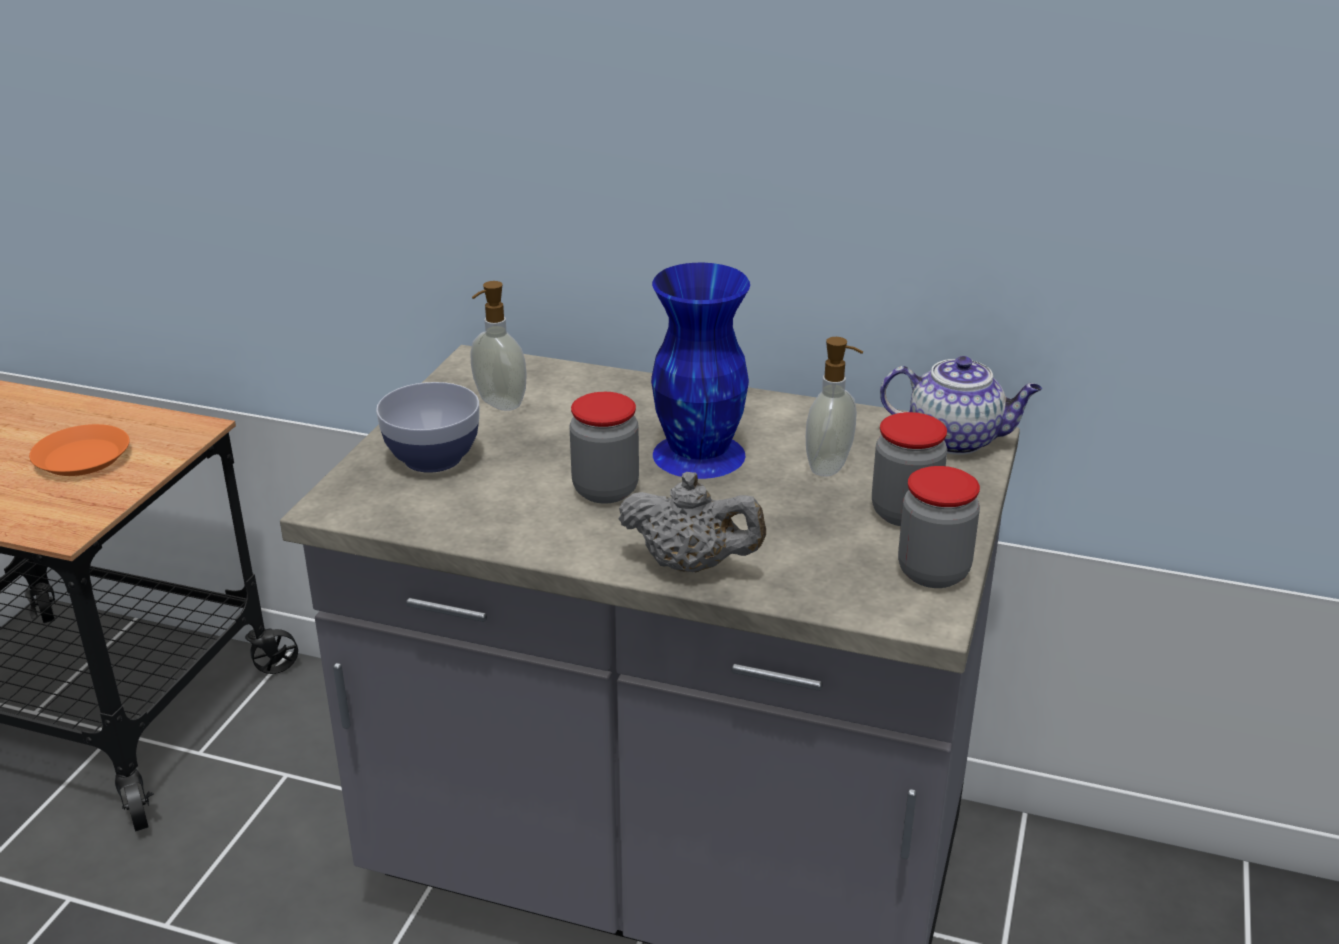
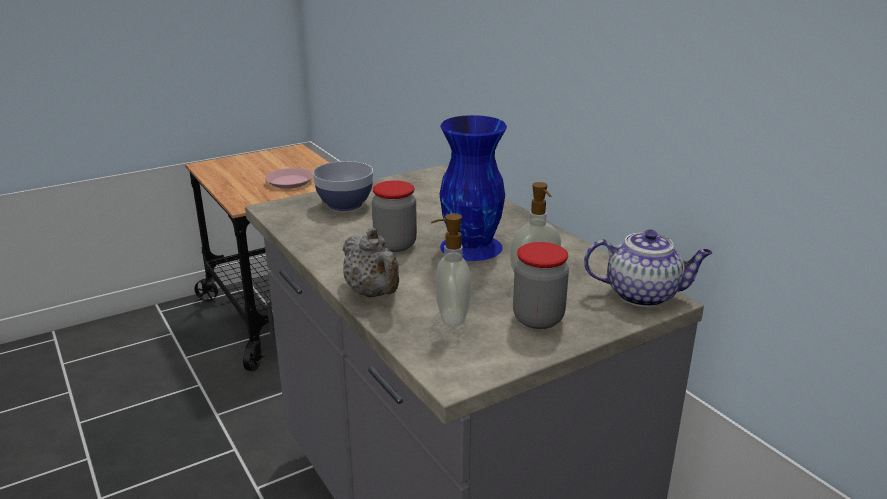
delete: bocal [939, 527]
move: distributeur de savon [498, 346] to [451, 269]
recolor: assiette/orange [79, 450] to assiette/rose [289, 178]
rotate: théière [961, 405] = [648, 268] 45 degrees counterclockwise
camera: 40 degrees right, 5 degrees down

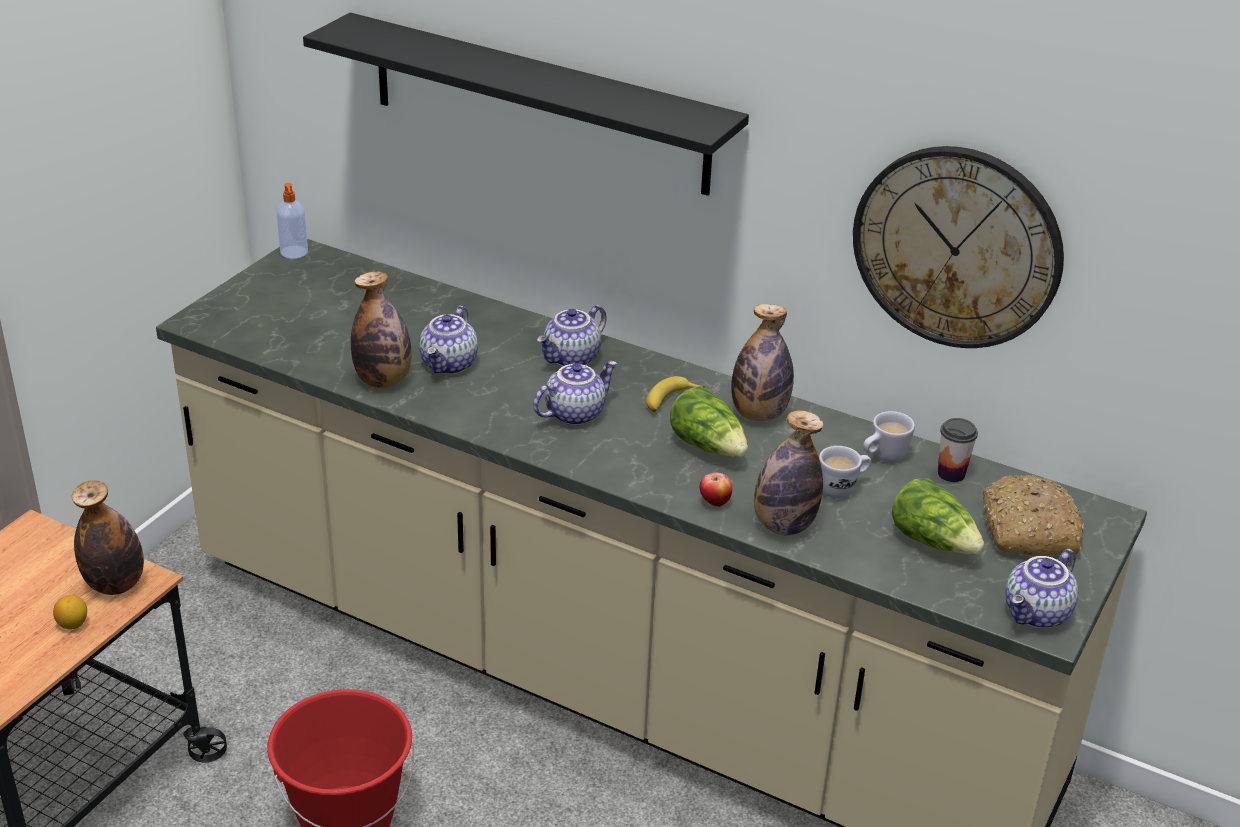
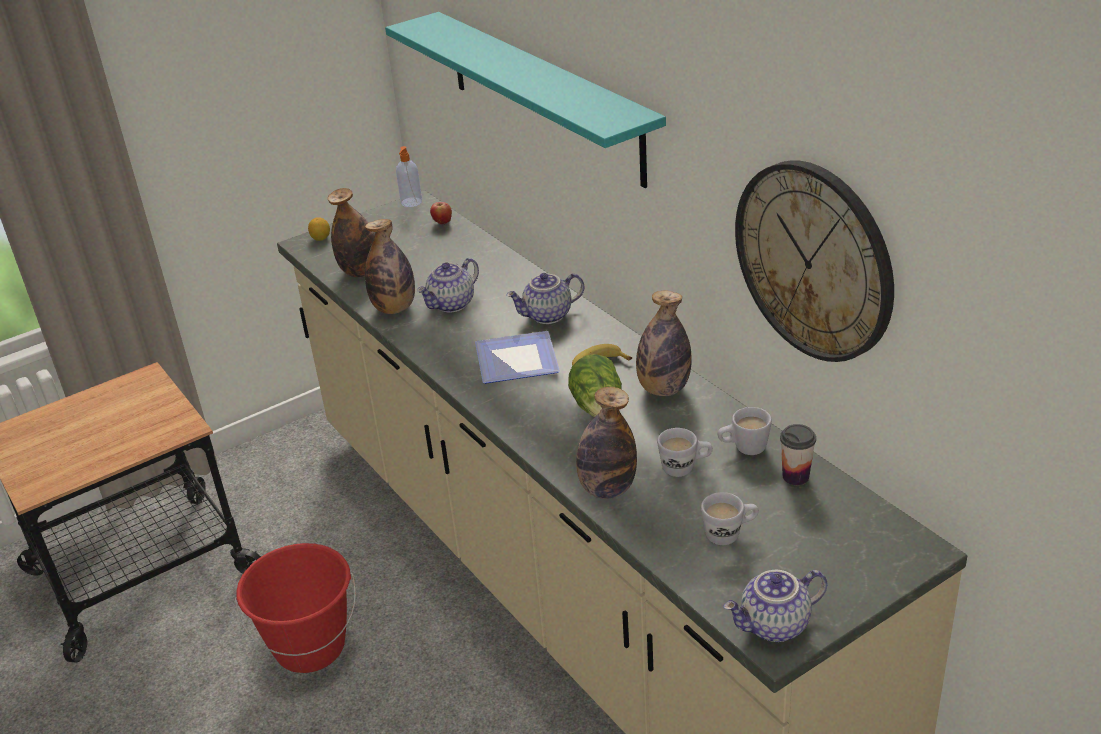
delete: pain [1033, 515]
move: pomme [716, 489] to [441, 213]; bouteille [108, 537] to [351, 232]; citron [70, 612] to [319, 229]
replace: théière [575, 393] to assiette [517, 357]; laitue [938, 516] to mug/blanc [730, 518]
recolor: étagère/noir [526, 104] to étagère/turquoise [525, 100]
camera: 30 degrees right, 0 degrees up

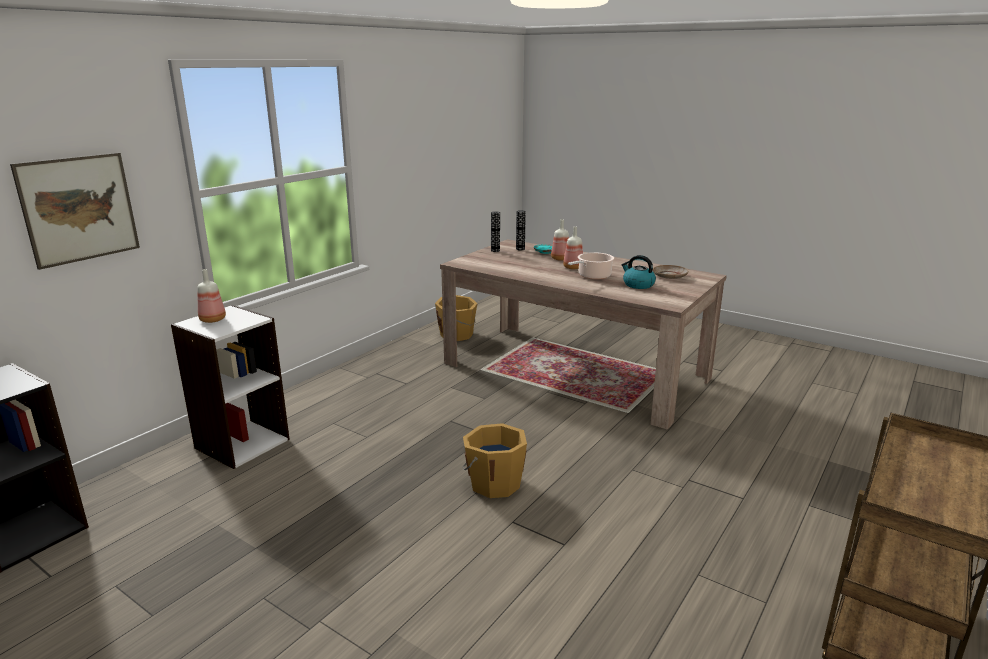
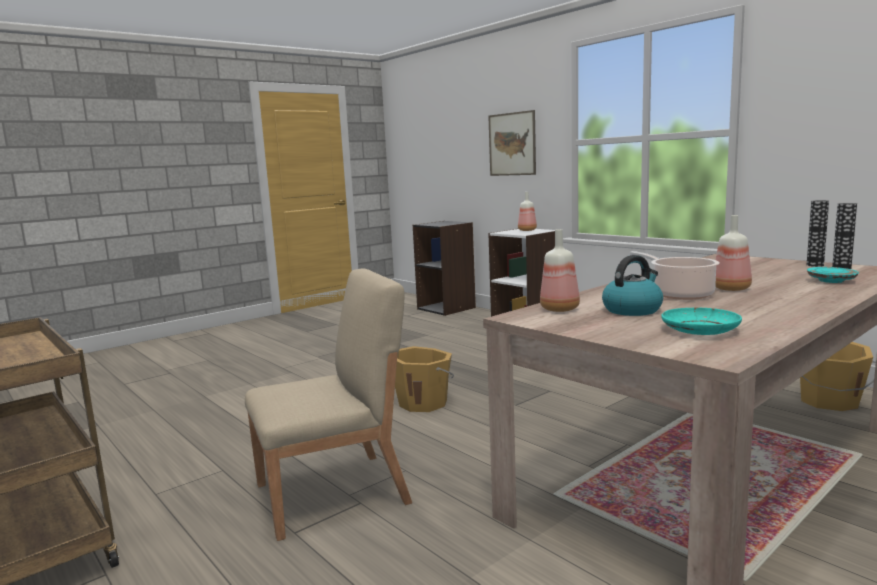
insert: chaise/beige [328, 404]
move: bouteille [560, 240] to [560, 270]
recolor: assiette/beige [670, 272] to assiette/turquoise [701, 321]
camera: 105 degrees right, 10 degrees down

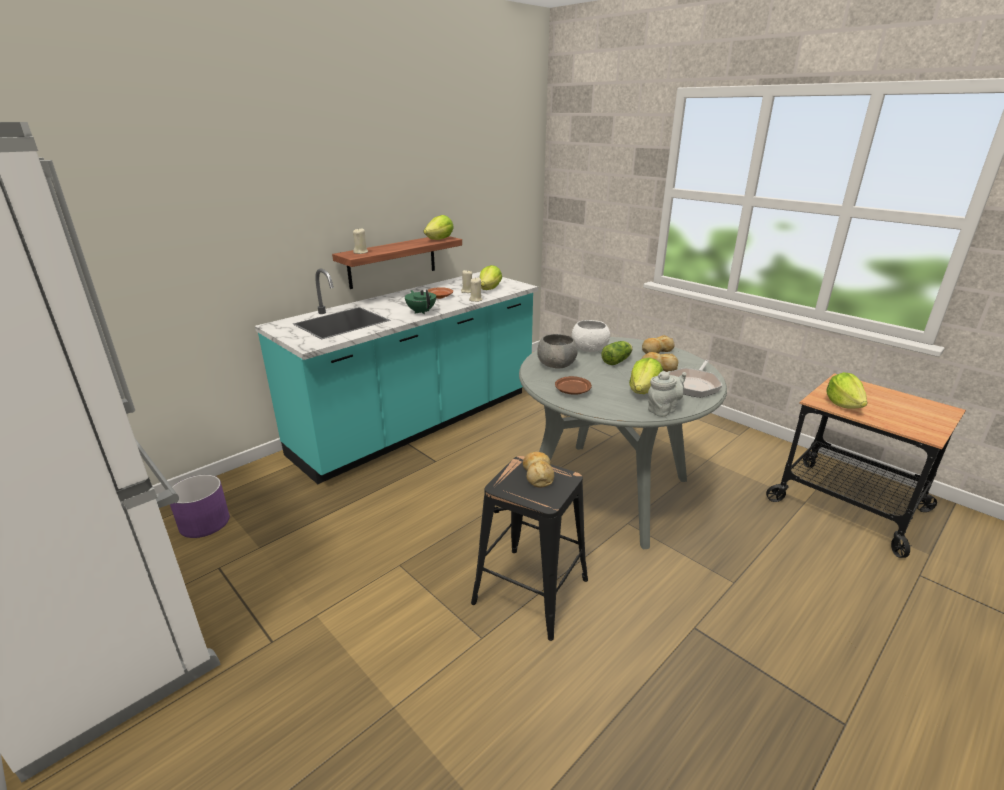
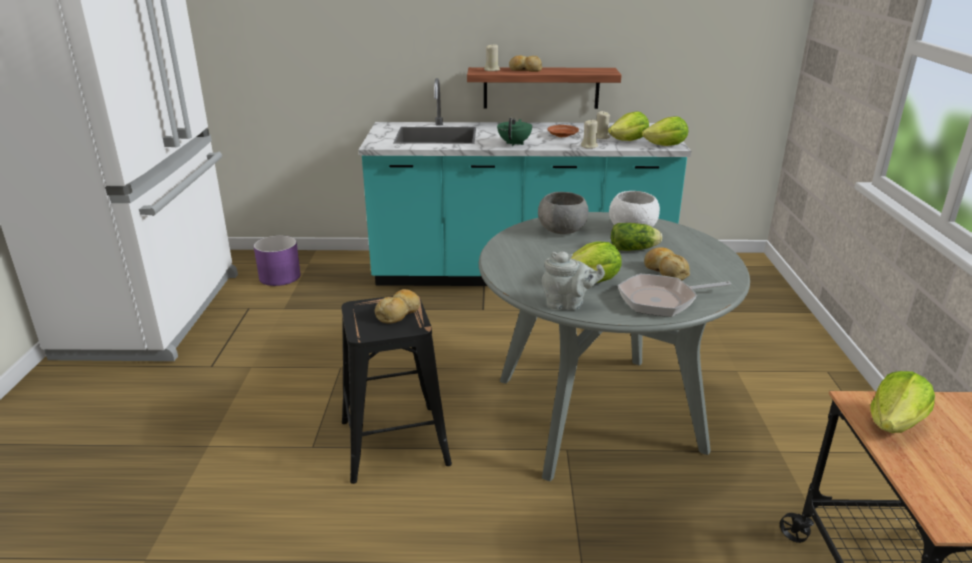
delete: assiette/marron [573, 385]
move: laitue [439, 227] to [665, 131]; pain [658, 344] to [525, 64]
camera: 45 degrees right, 0 degrees up

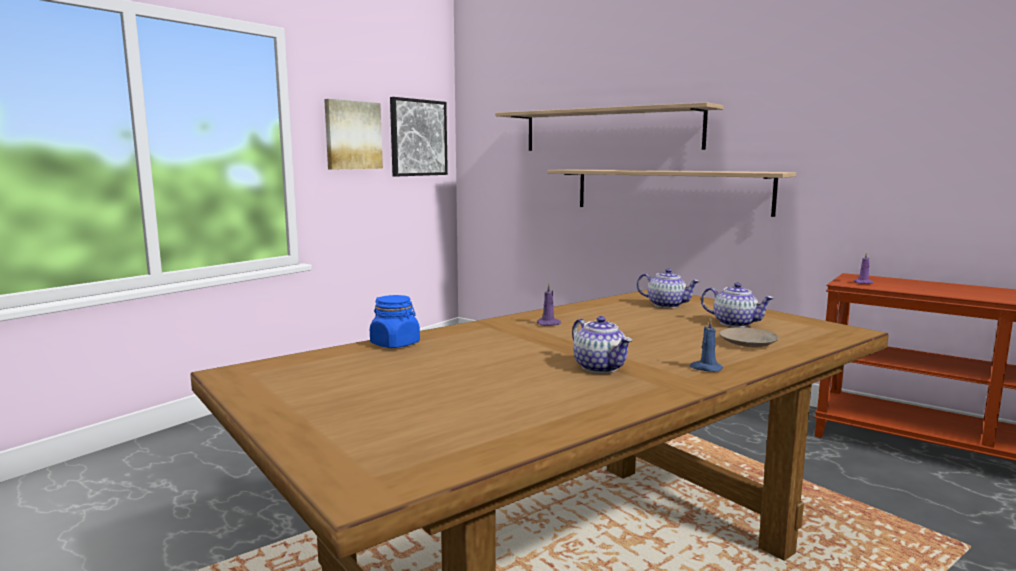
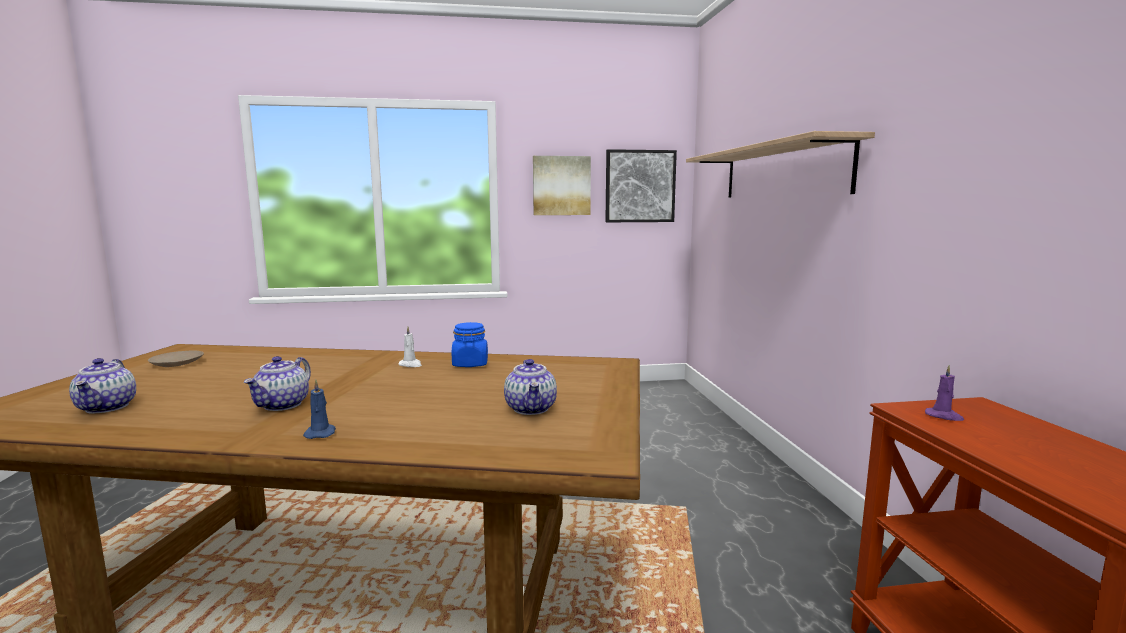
delete: étagère [672, 193]
move: théière [668, 288] to [102, 386]; bocal/bleu [395, 321] to [470, 344]; assiette/beige [749, 337] to [176, 359]
recolor: bougie/violet [548, 305] to bougie/blanc [410, 347]
camera: 45 degrees right, 0 degrees up

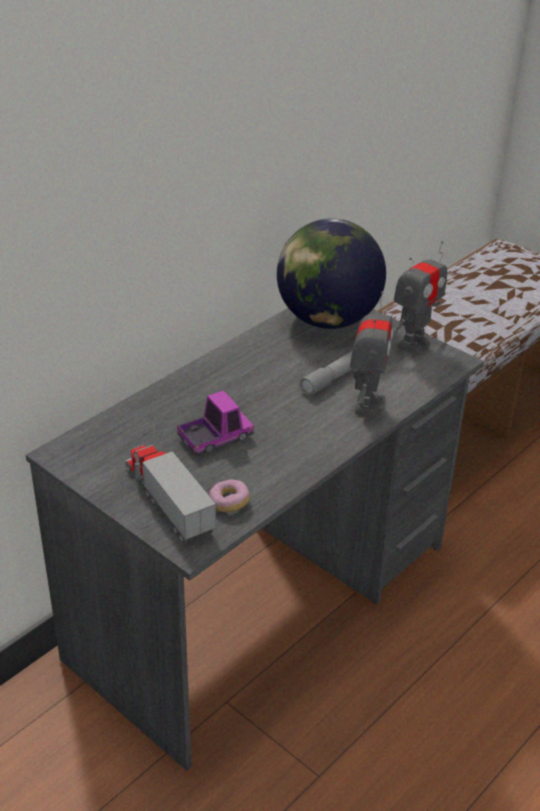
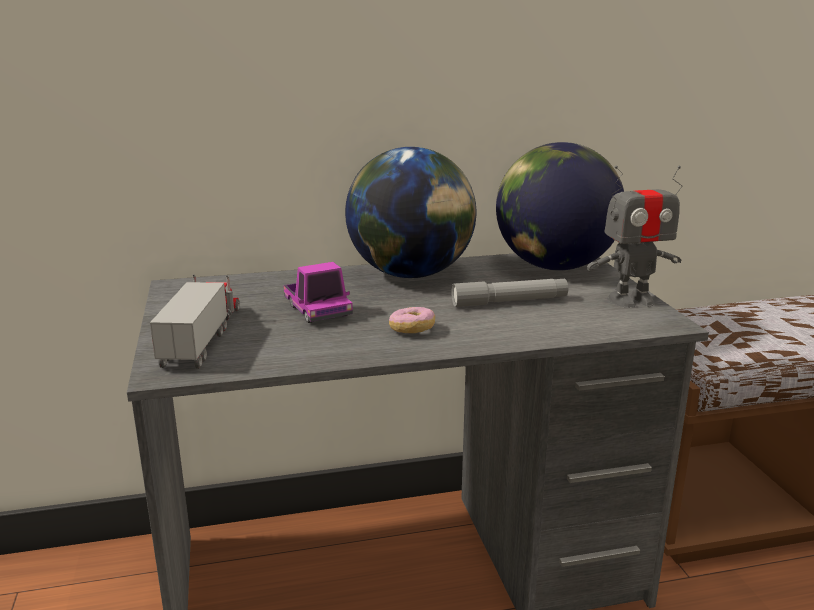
delete: robot jouet [372, 354]
insert: globe [410, 212]
move: beignet [229, 495] to [412, 320]
rotate: camion jouet [215, 422] = [318, 292] 60 degrees clockwise
camera: 35 degrees right, 15 degrees down

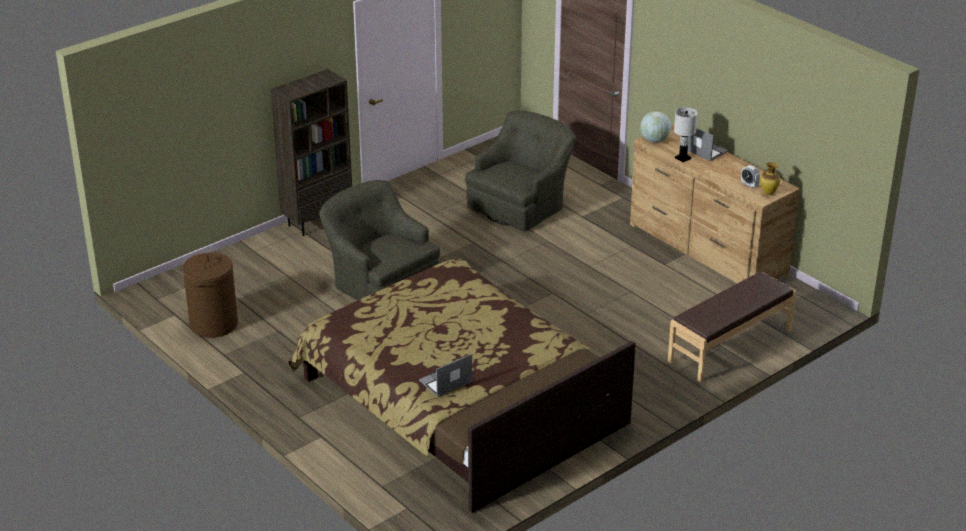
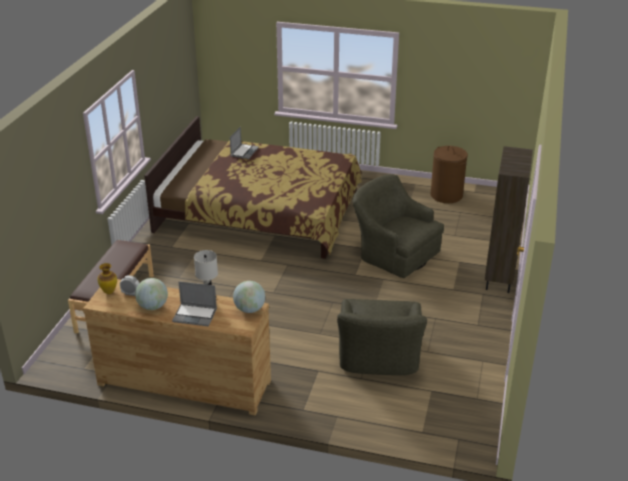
insert: globe [151, 294]
rotate: fauteuil/vert [379, 240] = [398, 226] 150 degrees counterclockwise
camera: 145 degrees right, 0 degrees up

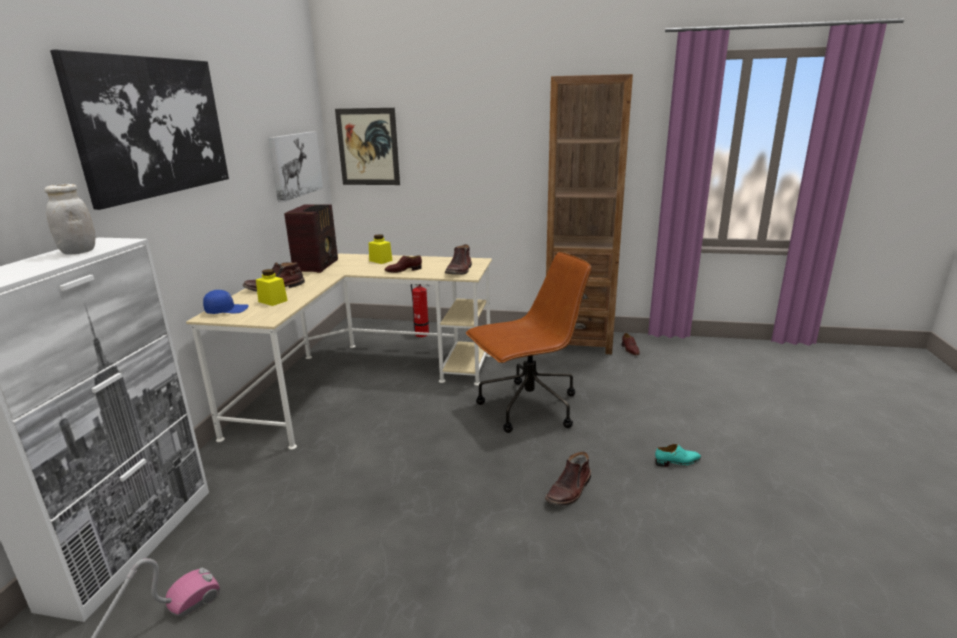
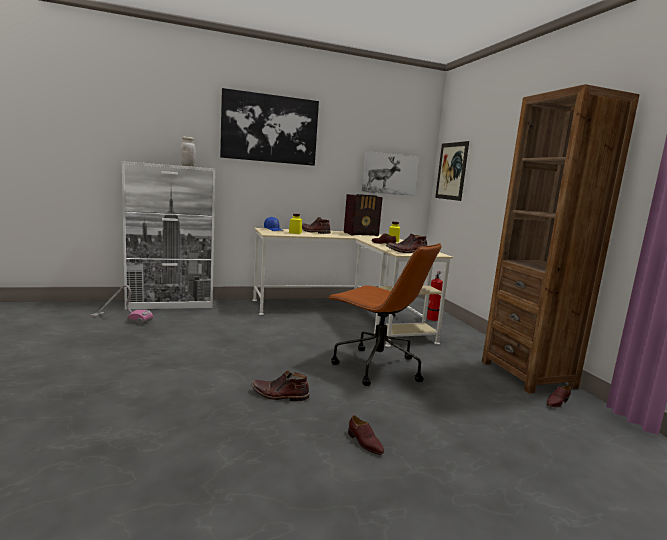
recolor: chaussure/turquoise [678, 455] to chaussure/marron [366, 435]
camera: 60 degrees right, 10 degrees down

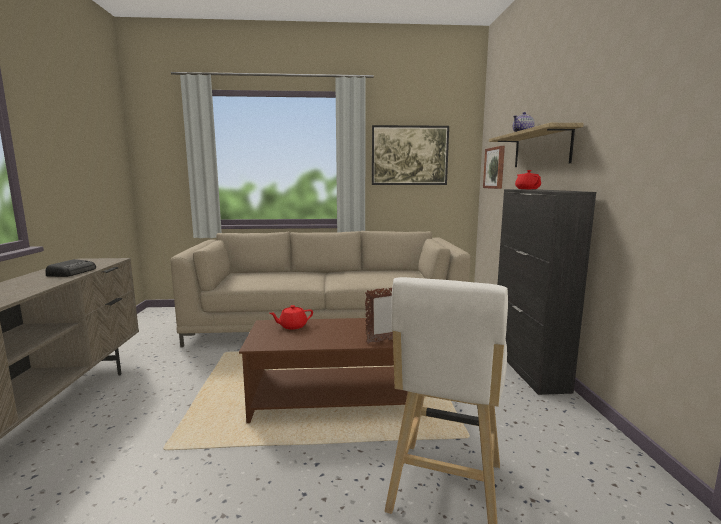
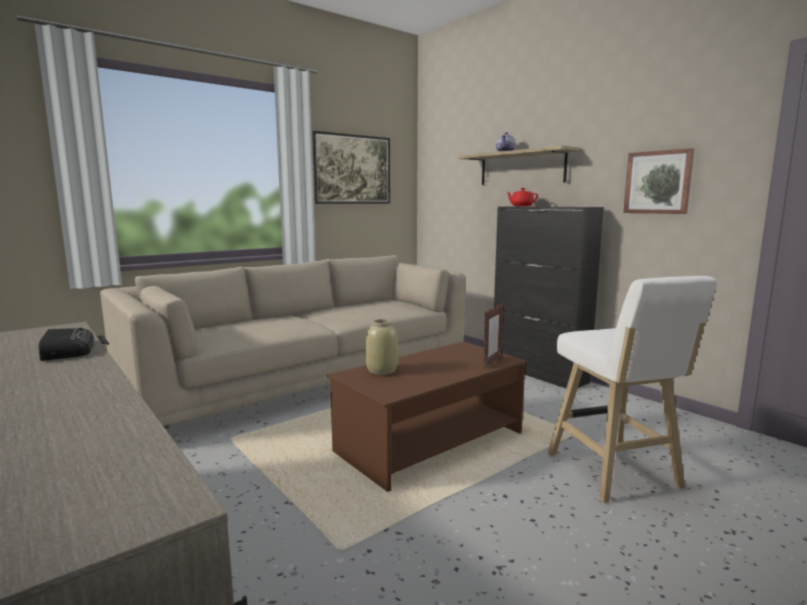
move: tableau [494, 167] to [658, 181]
replace: théière/rouge [291, 317] to vase/beige [382, 347]
camera: 35 degrees left, 0 degrees up

